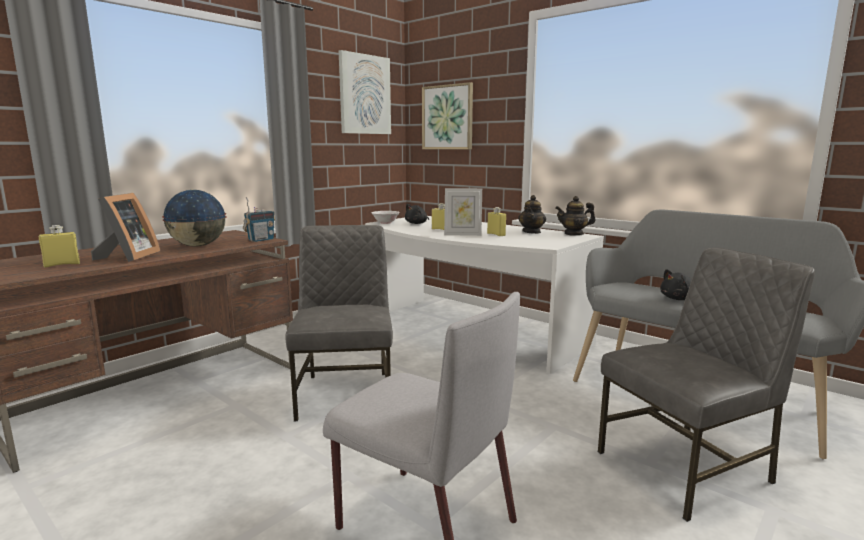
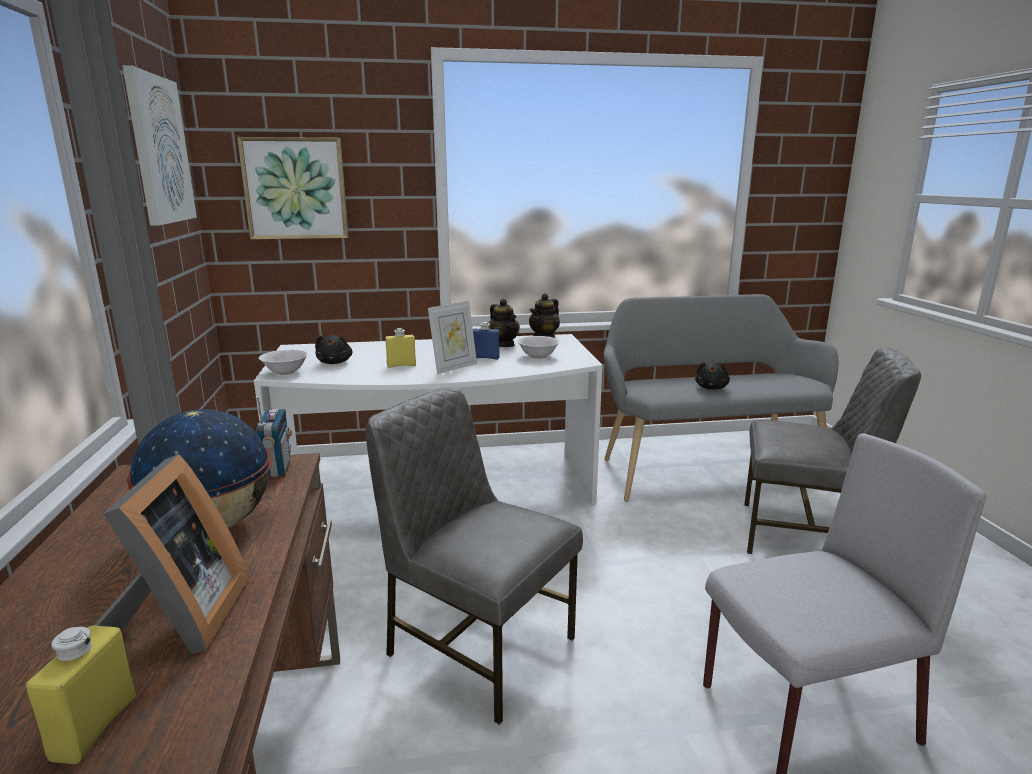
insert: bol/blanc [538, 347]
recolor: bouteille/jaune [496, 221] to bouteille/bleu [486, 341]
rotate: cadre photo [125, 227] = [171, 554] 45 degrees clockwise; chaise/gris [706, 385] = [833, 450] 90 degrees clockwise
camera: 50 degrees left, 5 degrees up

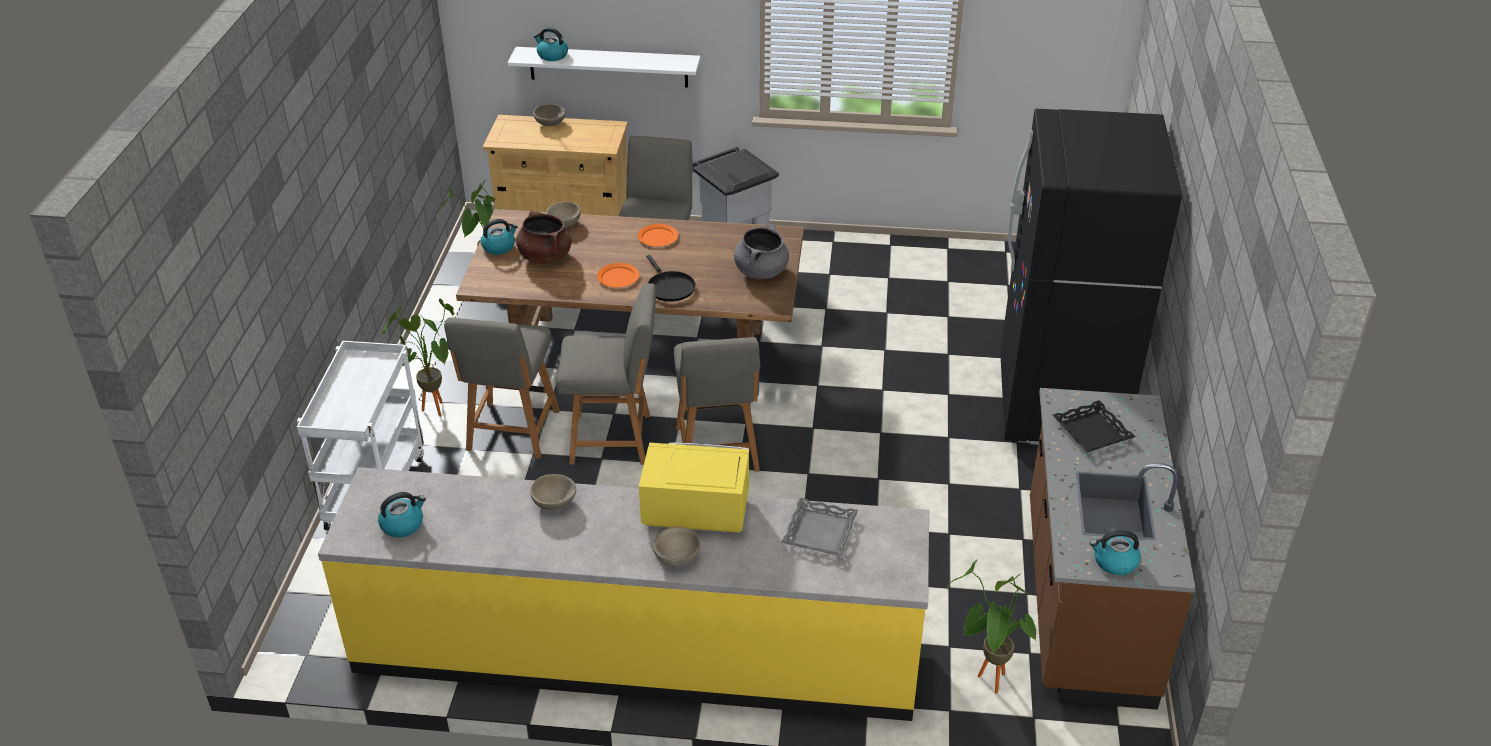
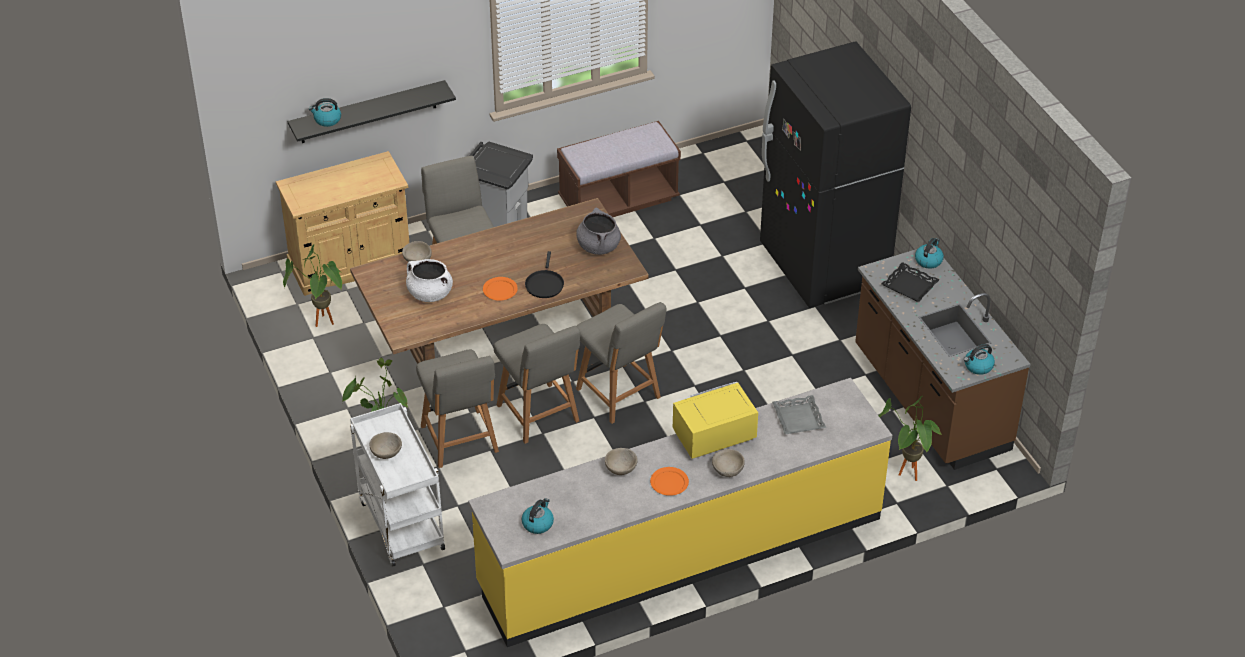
insert: banc/marron [619, 169]
move: bol/beige [549, 115] to [386, 445]; bouilloire [499, 237] to [929, 253]; assiette/orange [658, 235] to [669, 481]
recolor: étagère/blanc [604, 67] to étagère/noir [372, 111]; marmite/marron [544, 237] to marmite/blanc [429, 280]
rotate: poêle/noir [670, 278] = [544, 274] 60 degrees clockwise; chaise/gris [606, 374] = [537, 384] 90 degrees clockwise
camera: 30 degrees left, 5 degrees up

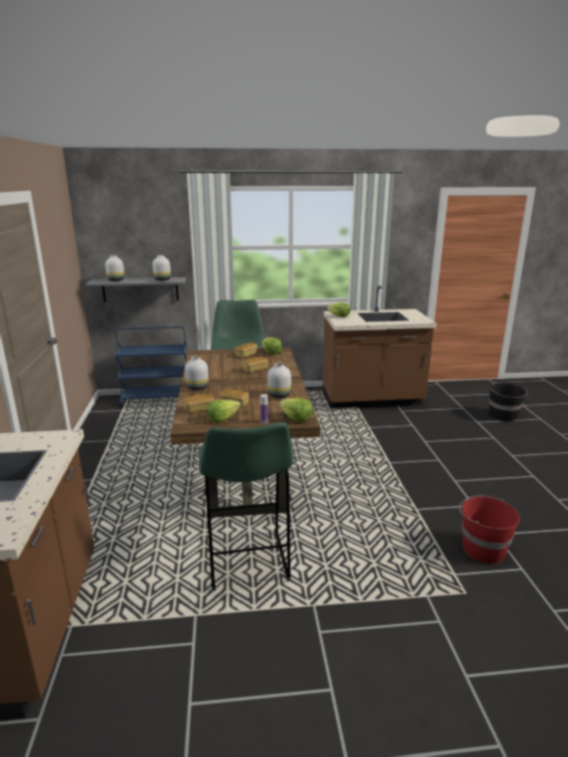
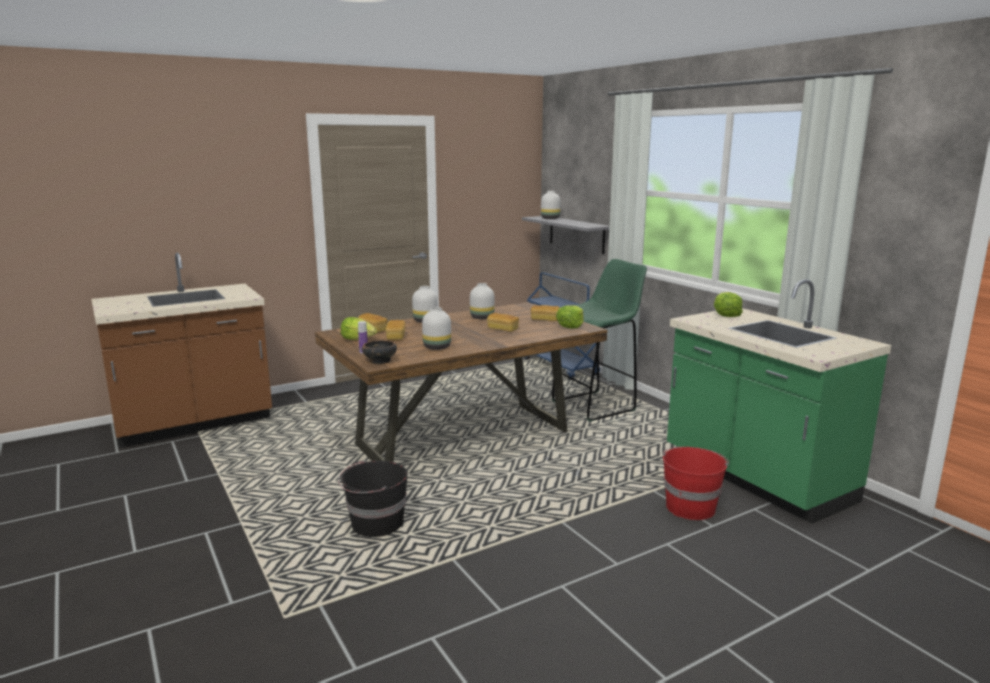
delete: tabouret/vert [245, 506]
move: vase/blanc [162, 268] to [482, 301]; seau/noir [508, 402] to [373, 498]; seau/rouge [489, 529] to [695, 483]
replace: laitue [296, 410] to bol [379, 352]
recolor: comptoir de cuisine/marron [380, 347] to comptoir de cuisine/vert [779, 401]
camera: 65 degrees right, 5 degrees down

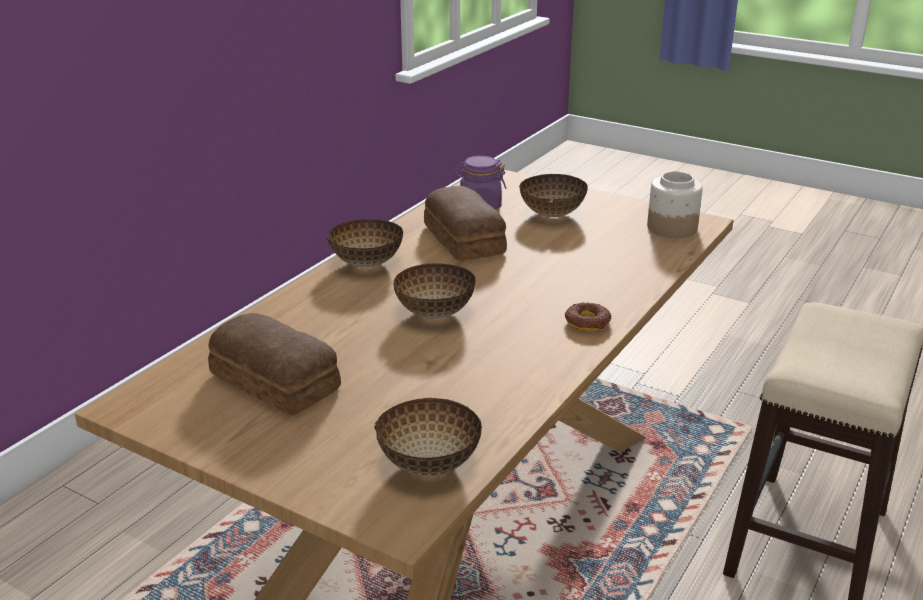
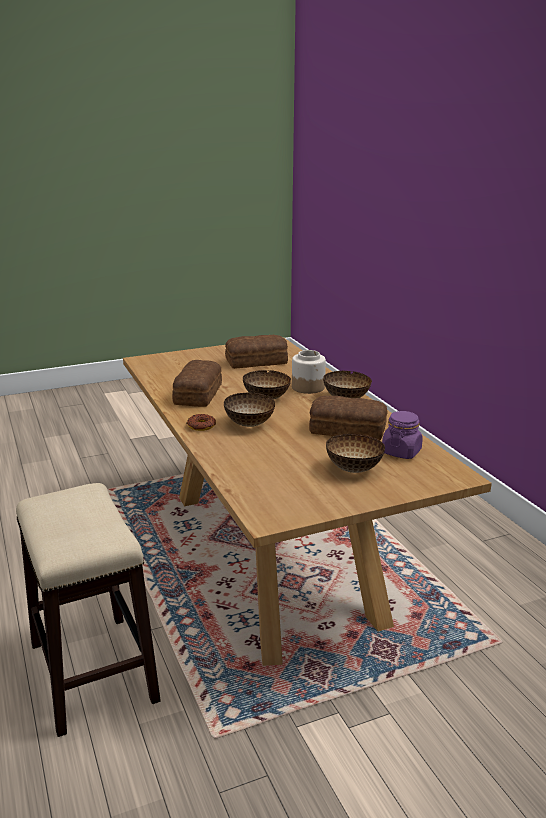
insert: pain [197, 383]
move: bocal [675, 204] to [309, 372]; bol [428, 437] to [249, 410]
camera: 125 degrees right, 5 degrees down

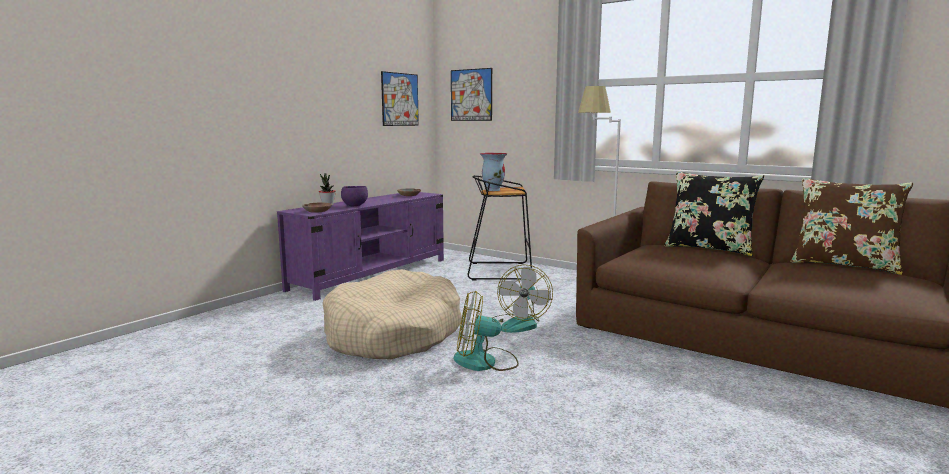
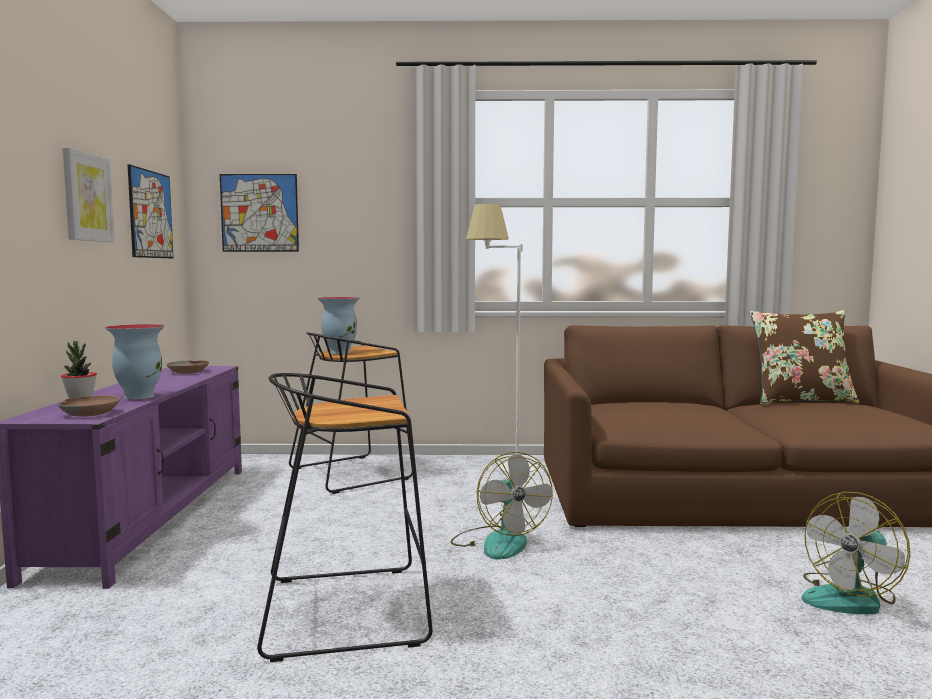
delete: coussin/noir [714, 213]
insert: tableau [89, 195]
move: ventilateur [486, 331] to [856, 553]
replace: bol/violet [354, 196] to vase [135, 362]; panier pour chien/beige [392, 314] to tabouret/noir [345, 517]
camera: 35 degrees left, 5 degrees down

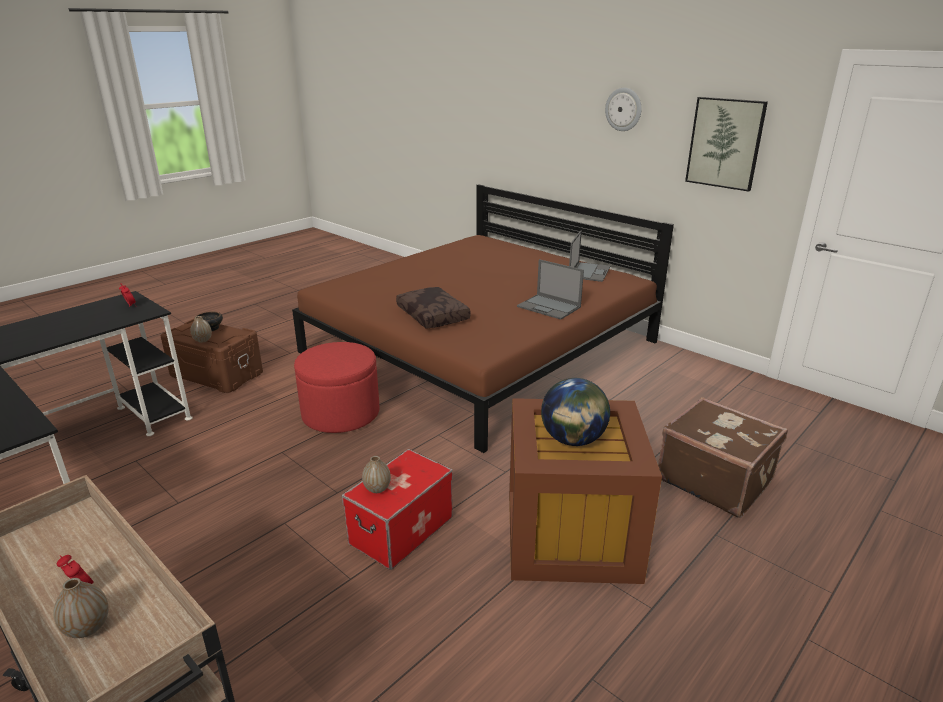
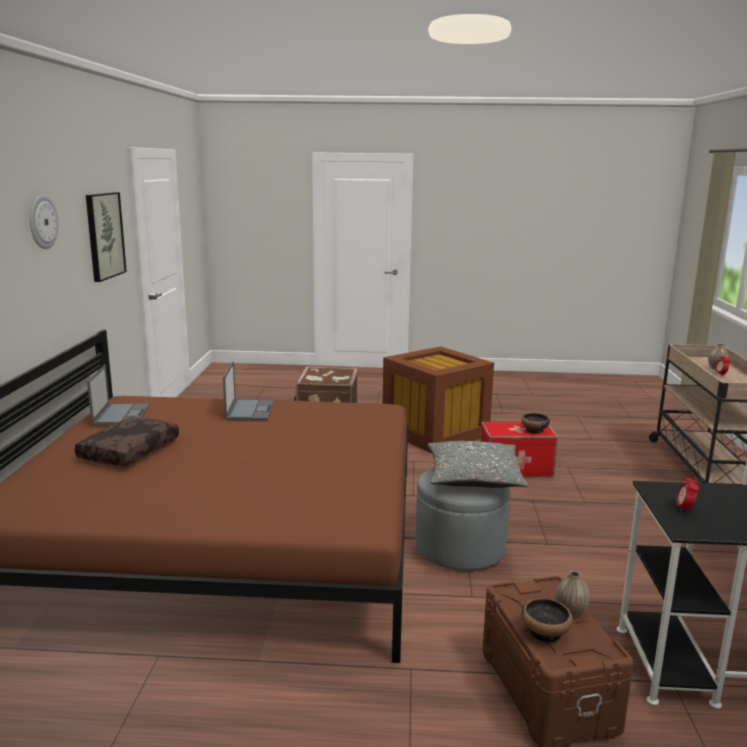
delete: globe [575, 412]
insert: coussin/gris [478, 464]
move: coussin/marron [433, 308] to [127, 441]
replace: vase [376, 474] to bol [535, 423]
recolor: pouf/rouge [336, 387] to pouf/gris [463, 518]
rotate: ordinateur portable [589, 256] = [118, 395] 105 degrees clockwise
camera: 130 degrees left, 10 degrees down

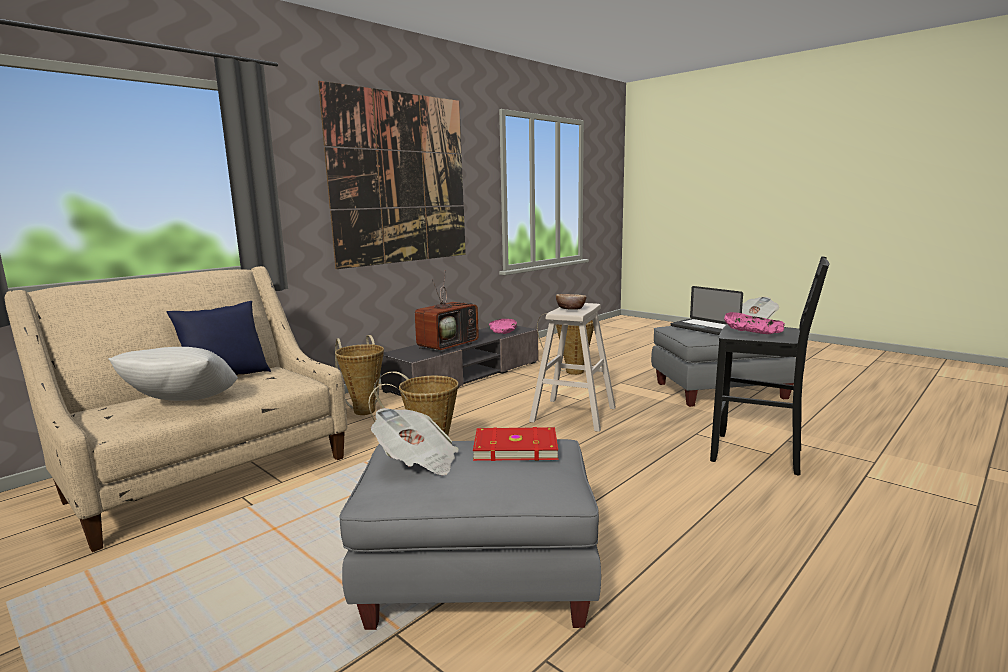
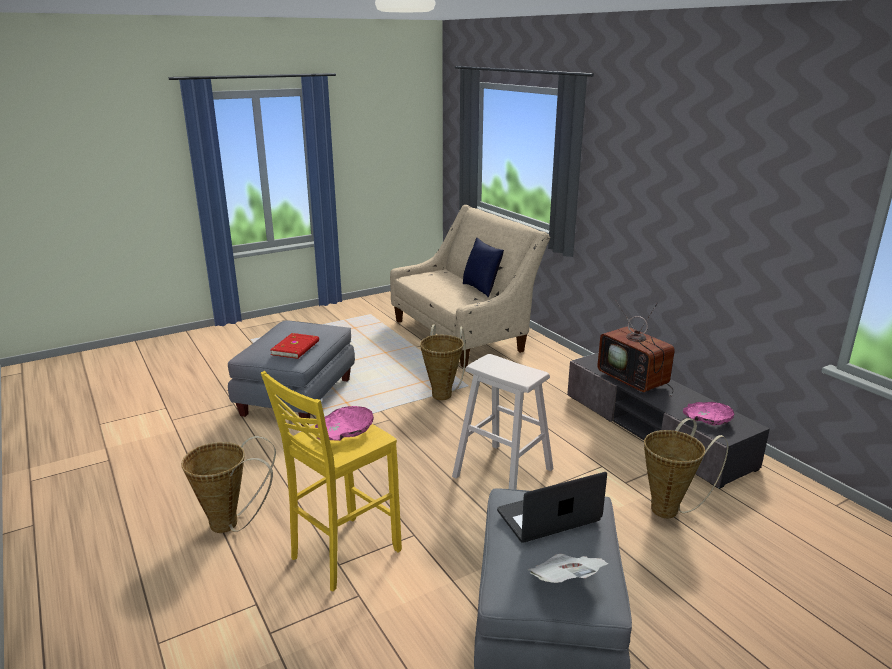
delete: tableau [392, 175]; bol [571, 302]; coussin/blanc [173, 374]; journal [415, 441]
move: panier [359, 375] to [228, 484]
recolor: tabouret/noir [769, 366] to tabouret/jaune [331, 481]
camera: 105 degrees right, 10 degrees up

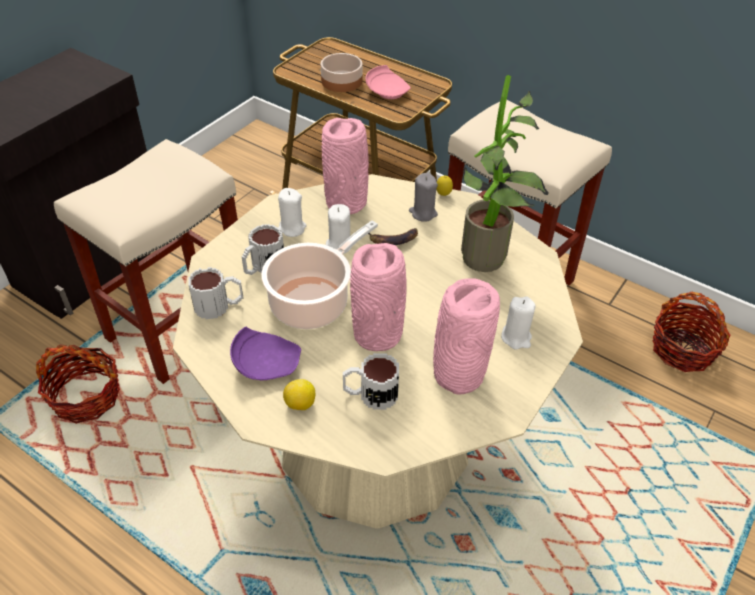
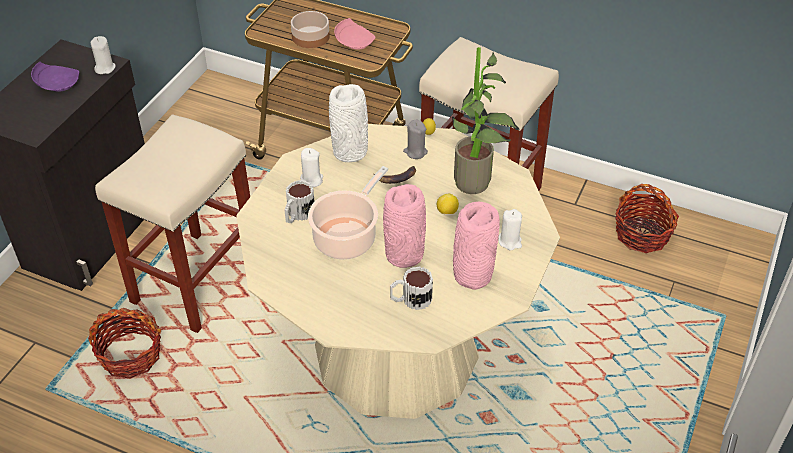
delete: mug [215, 293]
move: bougie/blanc [339, 229] to [103, 55]; assiette/violet [265, 353] to [55, 77]; citron [299, 394] to [448, 204]
recolor: vase/rose [345, 166] to vase/blanc [348, 123]
camera: 10 degrees left, 0 degrees up

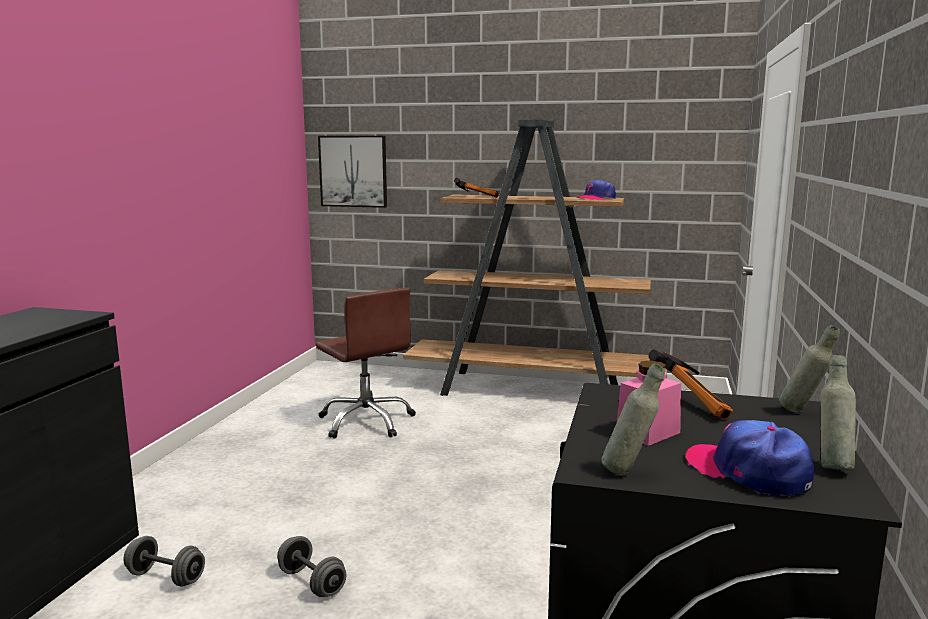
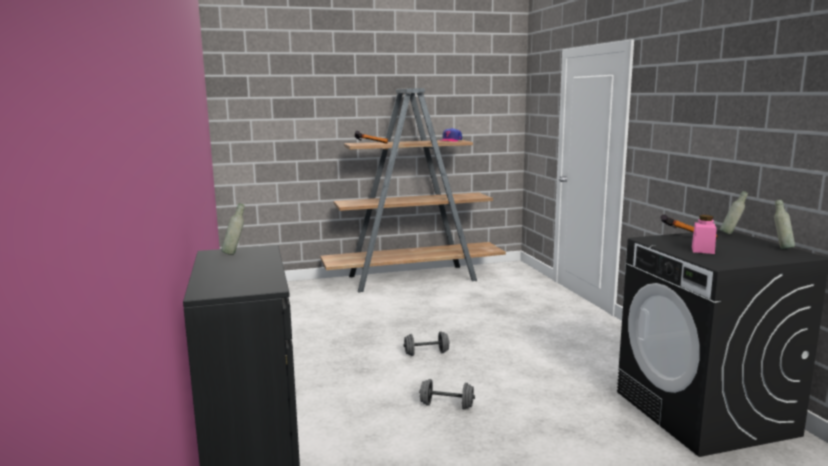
delete: tableau [352, 172]; chaise de bureau/marron [366, 363]; casquette [749, 458]
move: bouteille/gris [633, 419] to [233, 229]; haltère/gris [164, 561] to [426, 343]
camera: 30 degrees left, 0 degrees up

